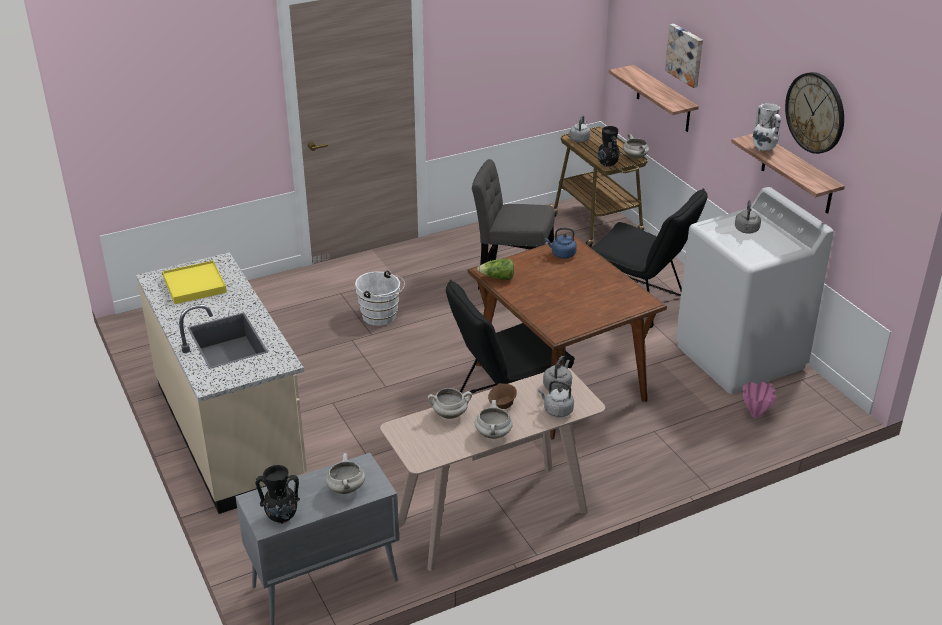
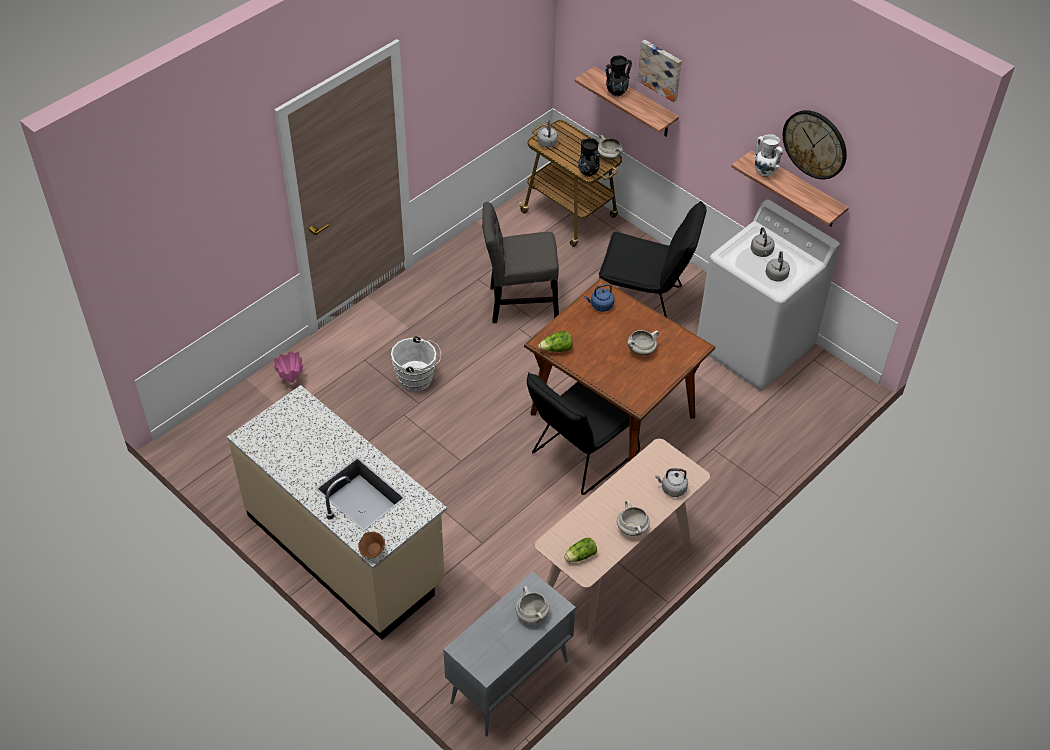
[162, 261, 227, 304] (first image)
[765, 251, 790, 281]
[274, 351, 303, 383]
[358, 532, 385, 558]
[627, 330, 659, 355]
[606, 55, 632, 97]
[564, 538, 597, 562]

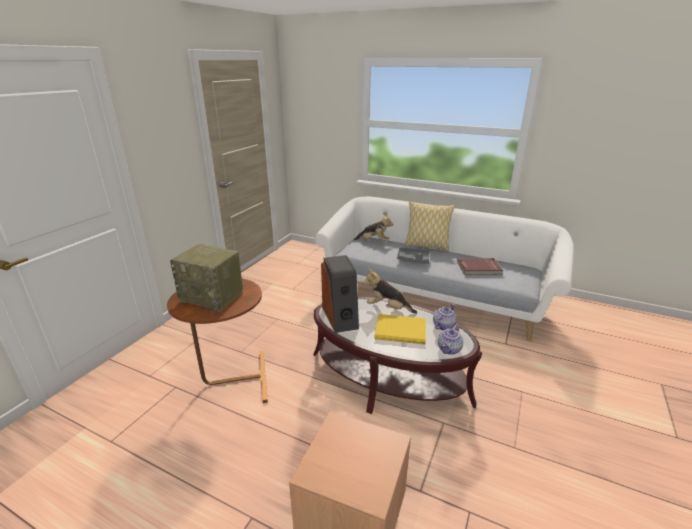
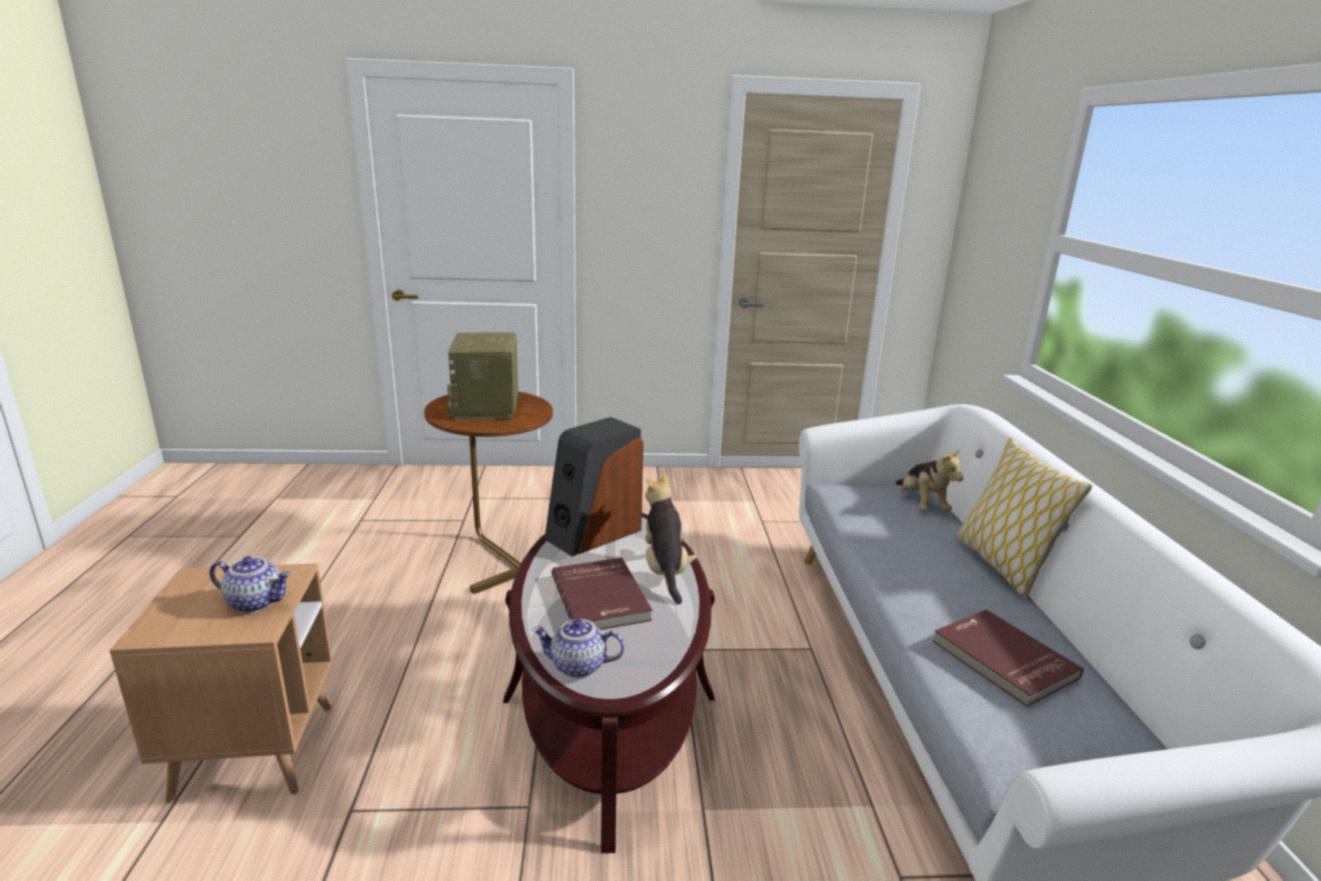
[397, 248, 430, 264] (first image)
[210, 556, 291, 613]
[552, 558, 652, 630]

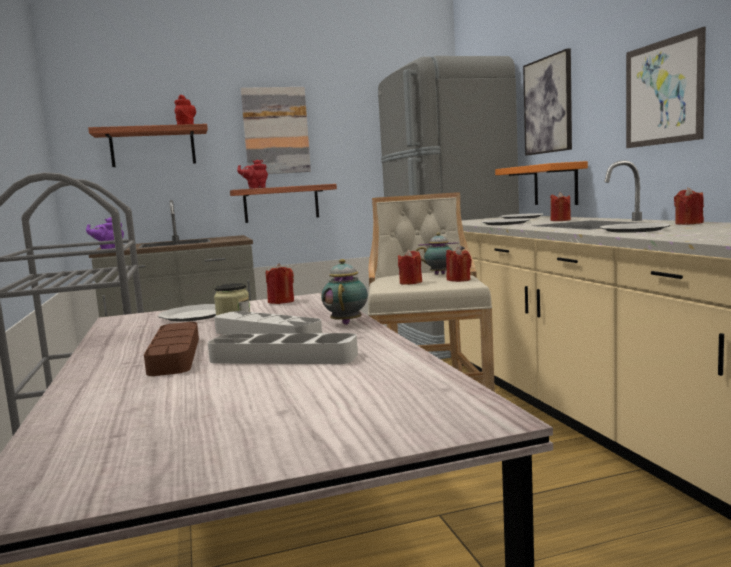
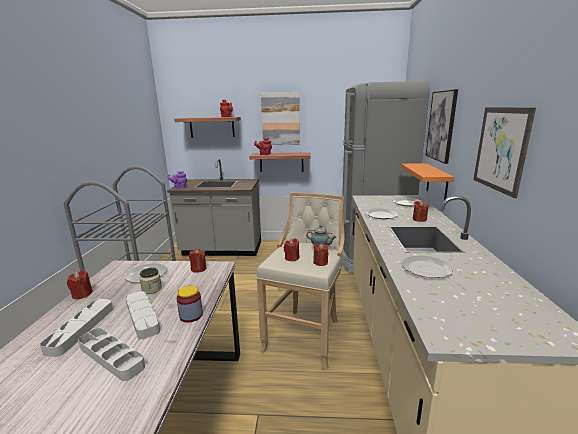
[67, 270, 93, 299]
[177, 286, 203, 323]
[40, 299, 113, 357]

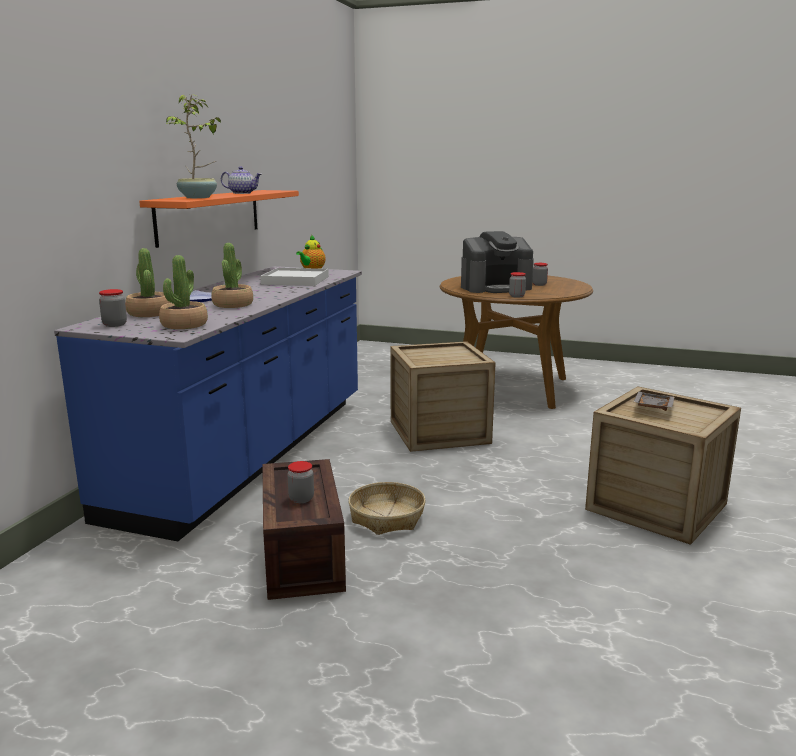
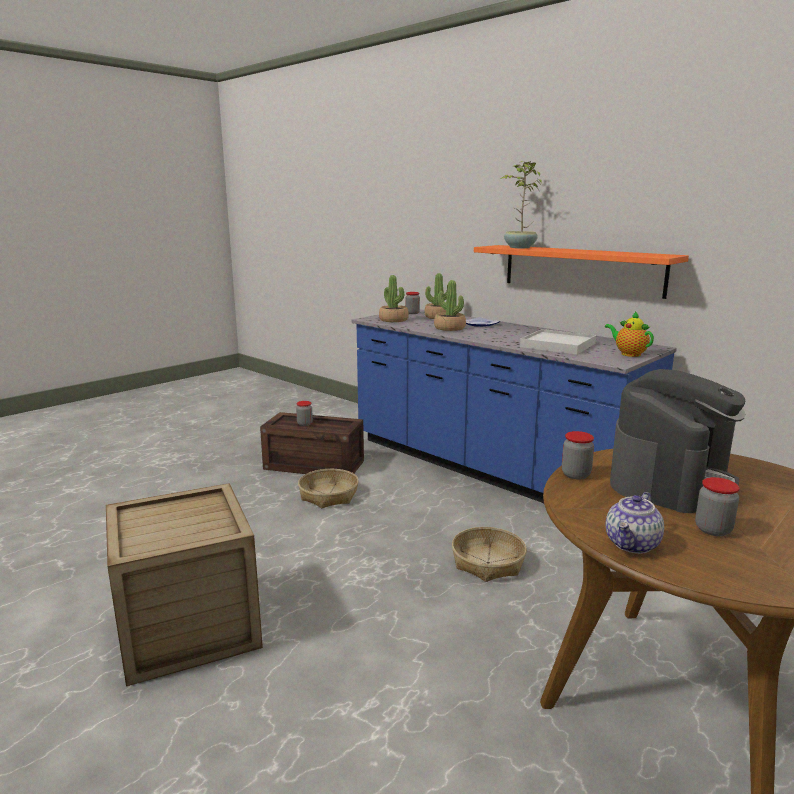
[606, 492, 664, 554]
[610, 369, 746, 513]
[452, 527, 527, 582]
[634, 392, 674, 411] (first image)

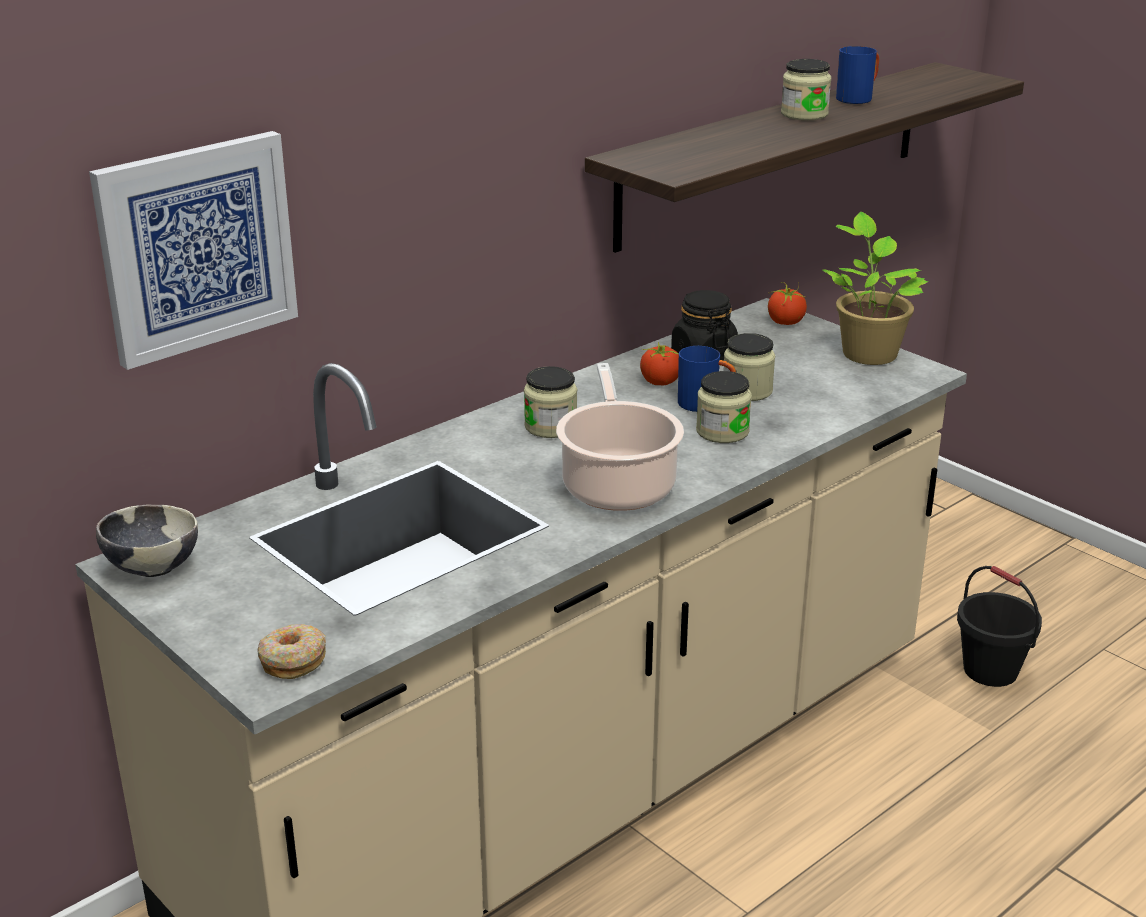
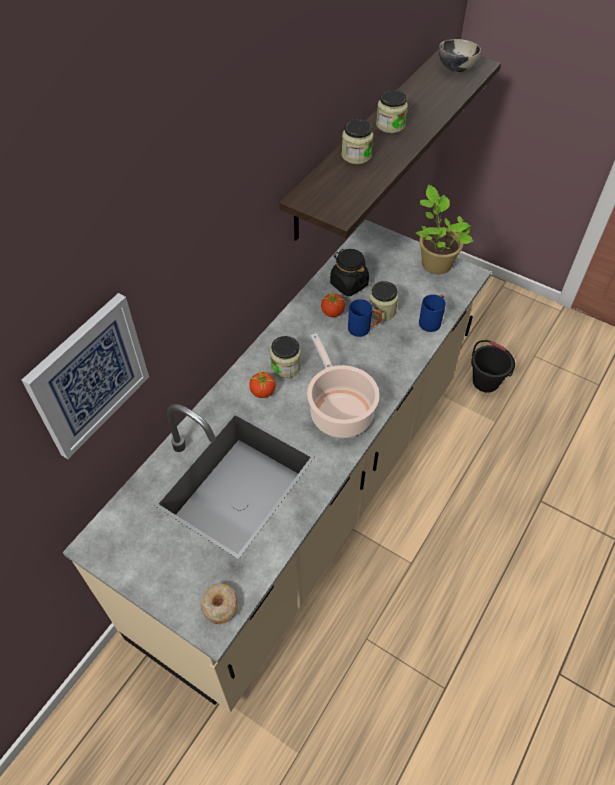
[419, 294, 446, 332]
[248, 366, 276, 398]
[342, 119, 373, 164]
[439, 39, 481, 72]

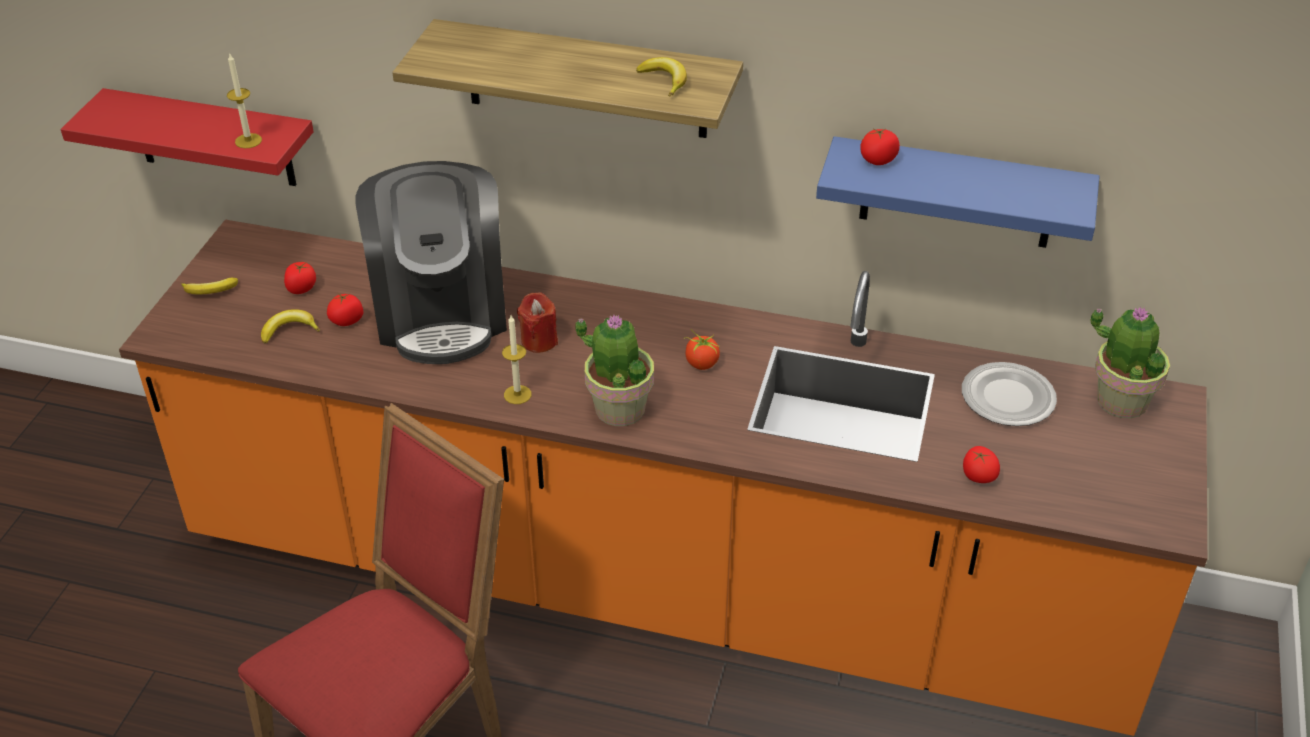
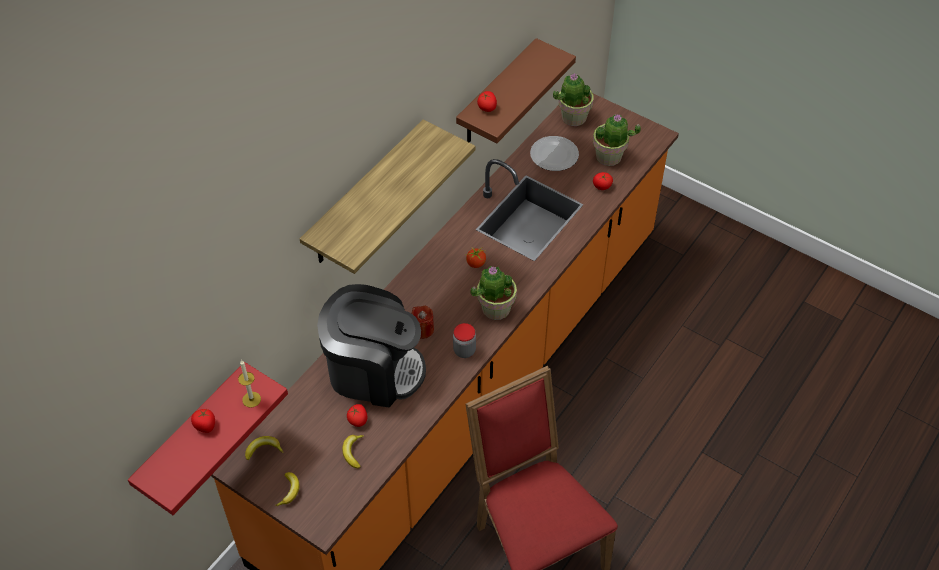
[245, 436, 284, 460]
[456, 38, 576, 143]
[191, 409, 215, 433]
[453, 323, 476, 358]
[593, 114, 641, 166]

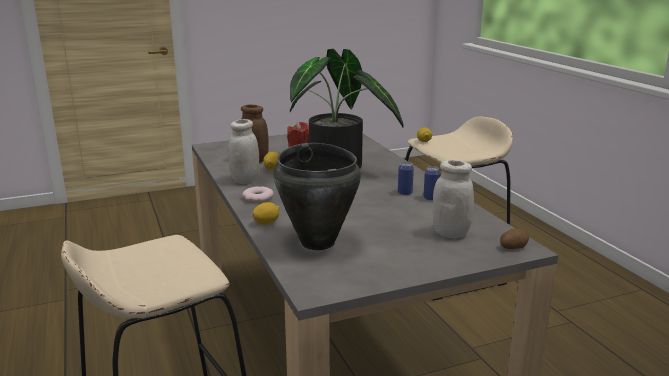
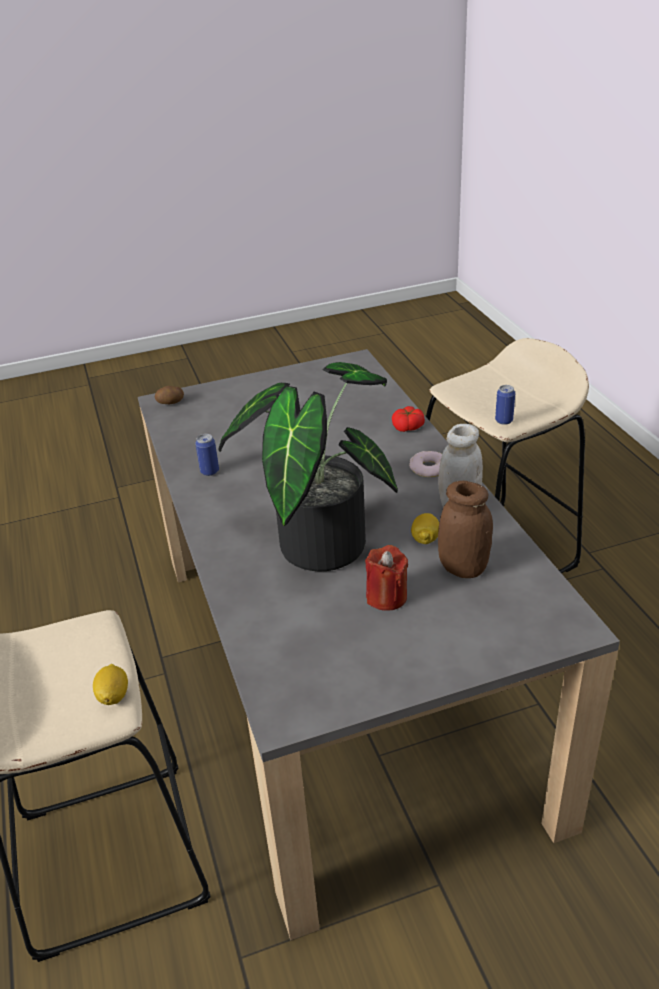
[273, 143, 361, 250] (first image)
[432, 160, 474, 238] (first image)
[495, 385, 515, 425]
[392, 406, 425, 432]

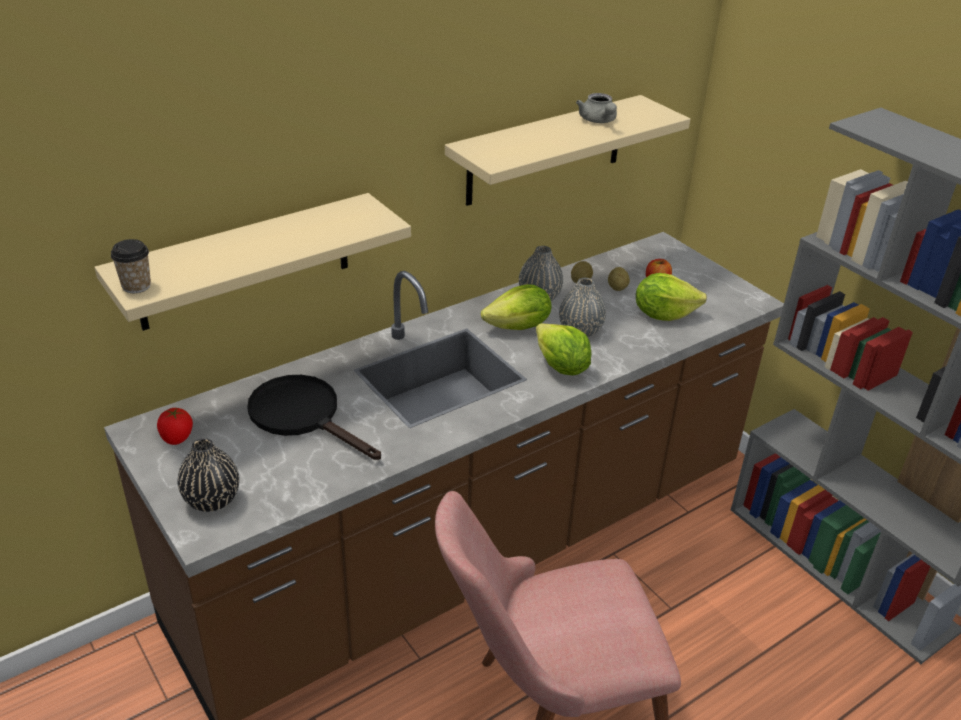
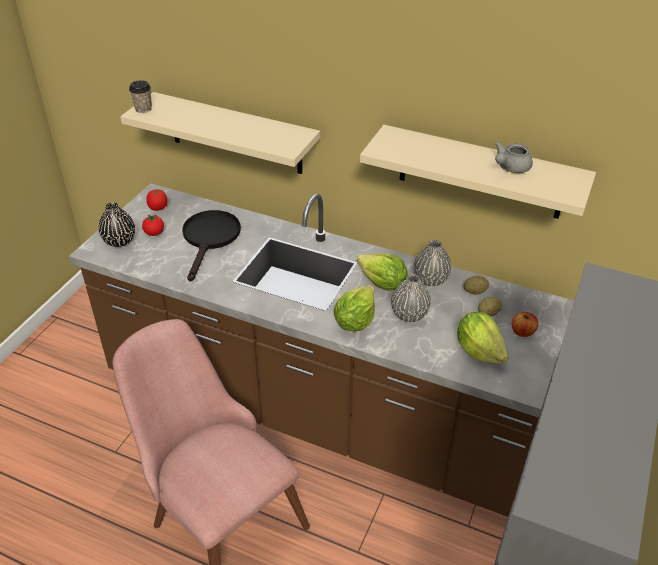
[142, 214, 164, 236]

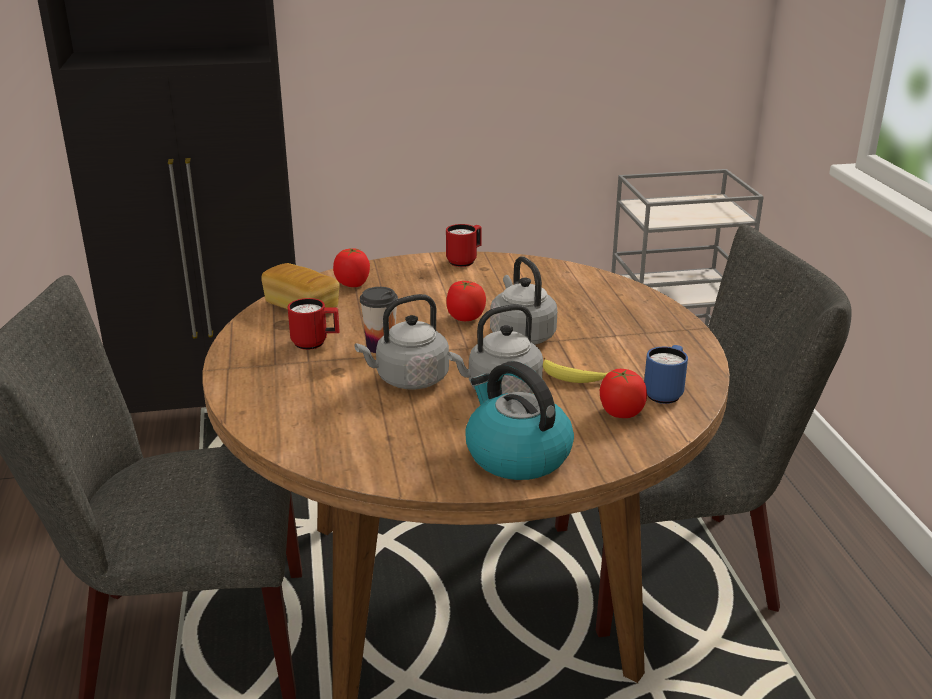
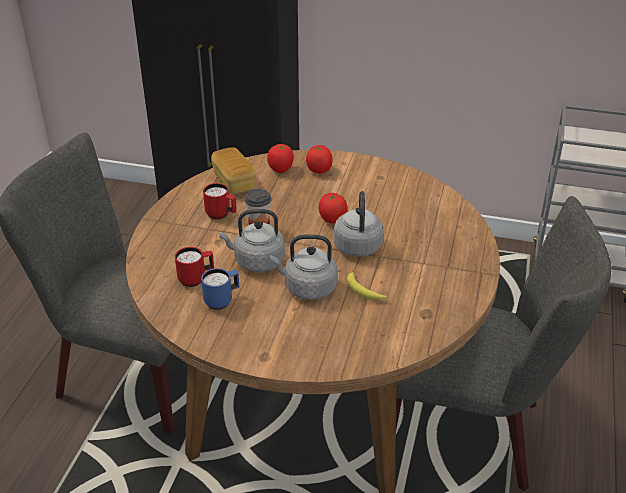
[175, 247, 214, 287]
[201, 268, 239, 310]
[465, 361, 574, 480] (first image)
[306, 145, 333, 174]

